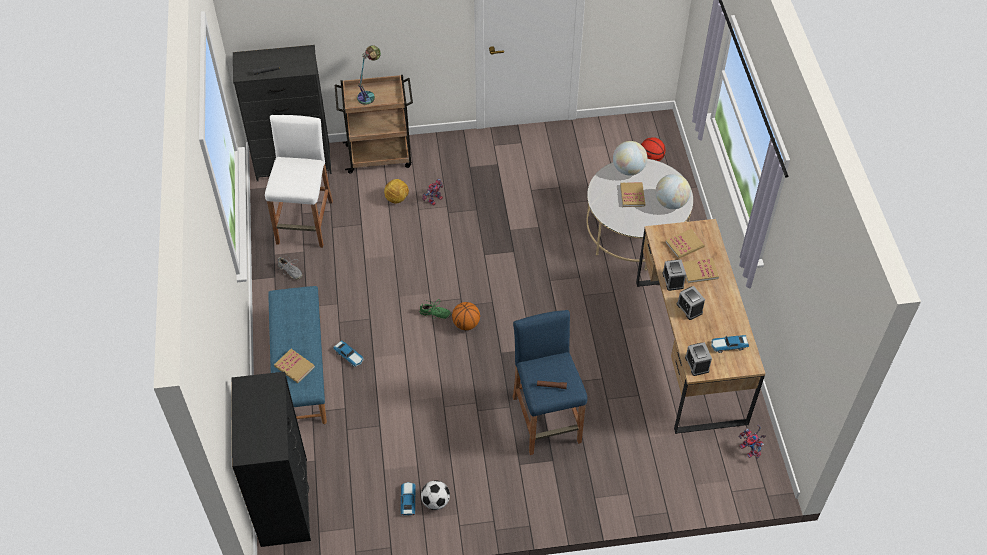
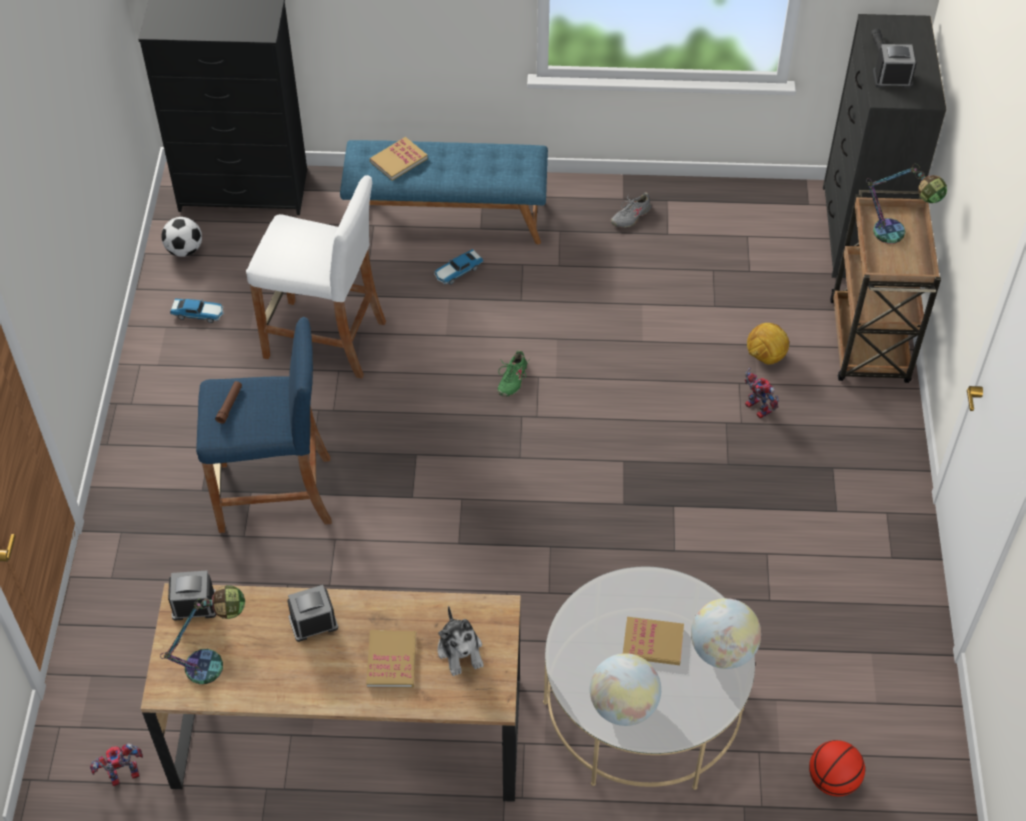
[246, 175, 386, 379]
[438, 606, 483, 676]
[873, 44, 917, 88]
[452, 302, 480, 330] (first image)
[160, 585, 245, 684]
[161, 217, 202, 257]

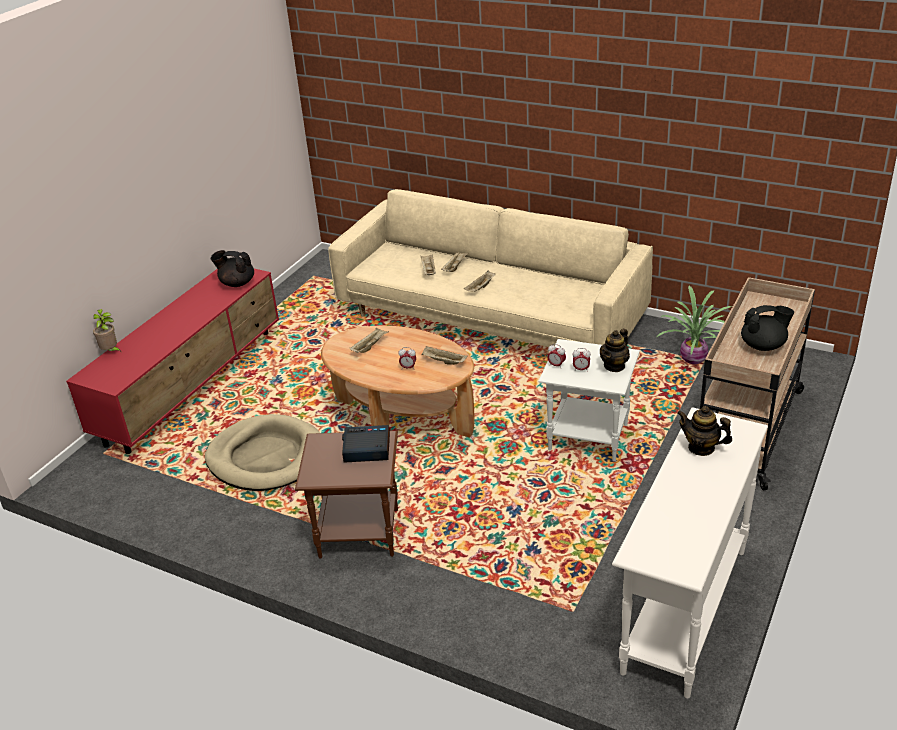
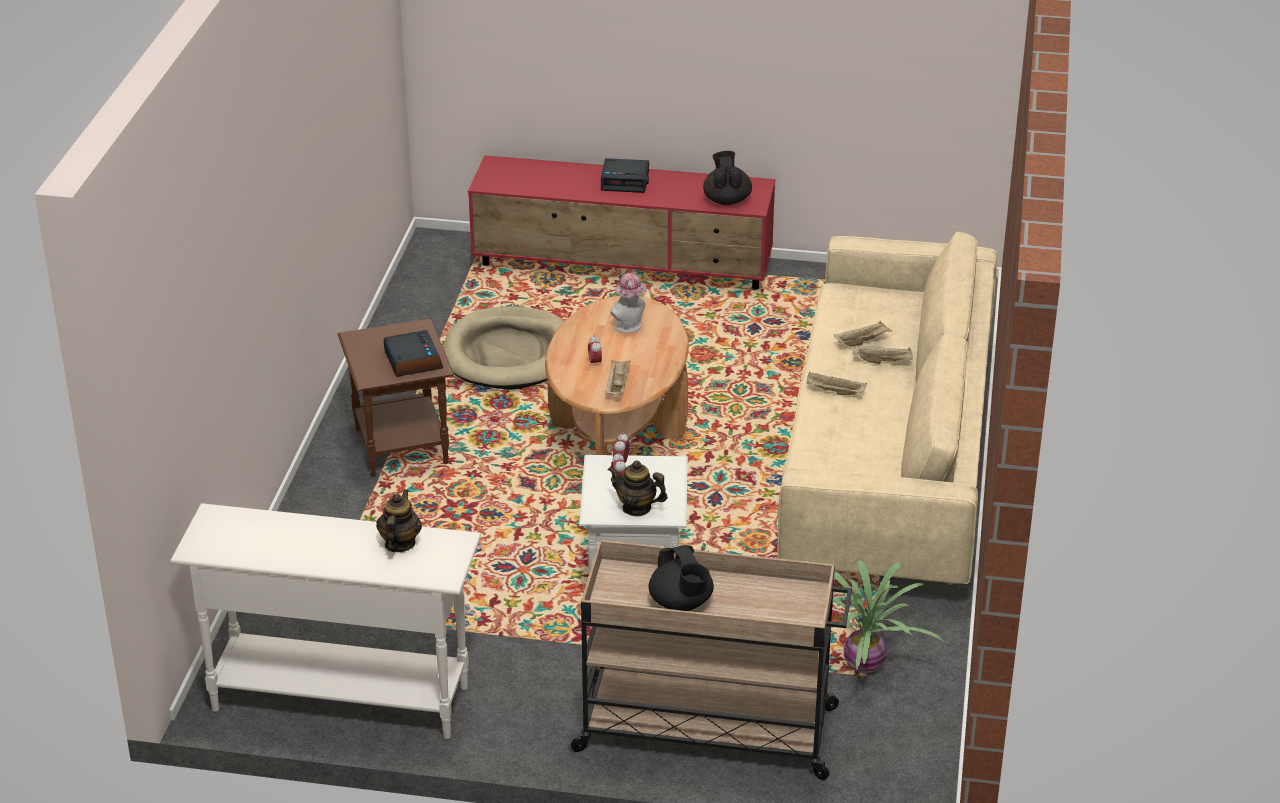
[93, 309, 122, 353] (first image)
[610, 273, 647, 333]
[601, 158, 649, 193]

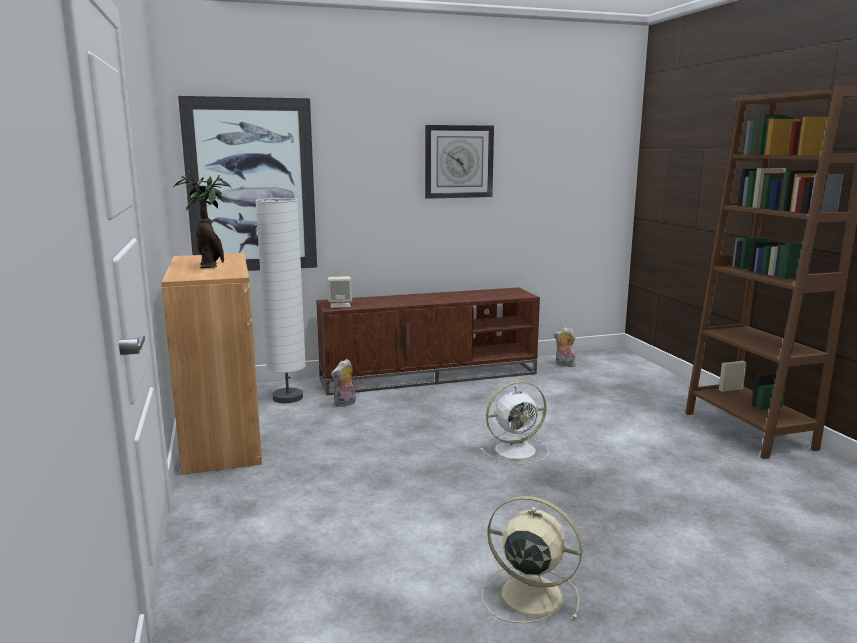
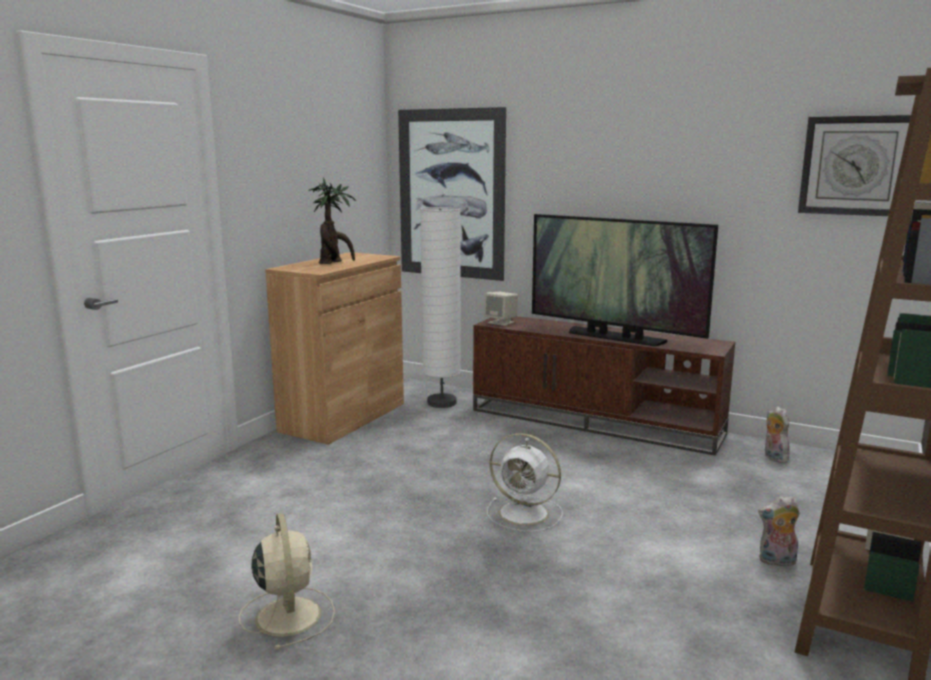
[798, 115, 911, 216]
[758, 496, 800, 566]
[532, 214, 718, 346]

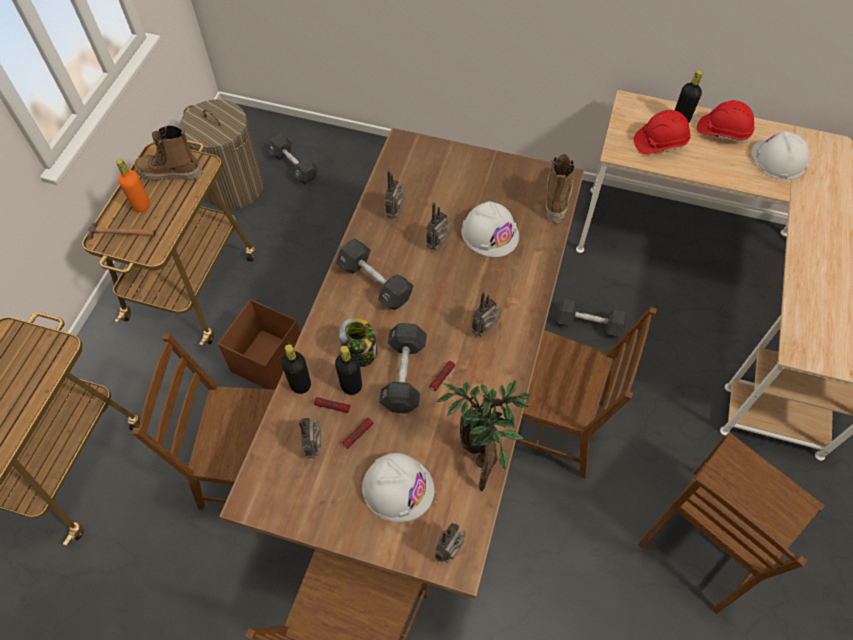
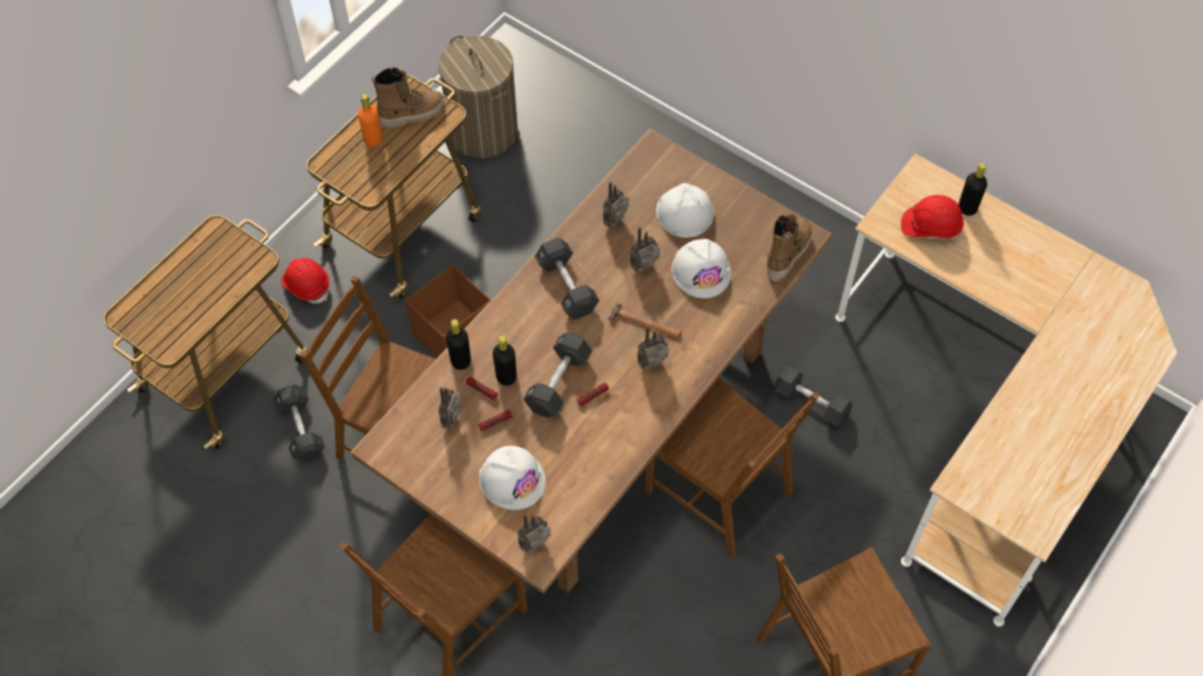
[281, 258, 330, 304]
[372, 67, 444, 129]
[656, 183, 714, 238]
[274, 385, 325, 462]
[608, 303, 681, 338]
[339, 318, 377, 367] (first image)
[437, 380, 530, 491] (first image)

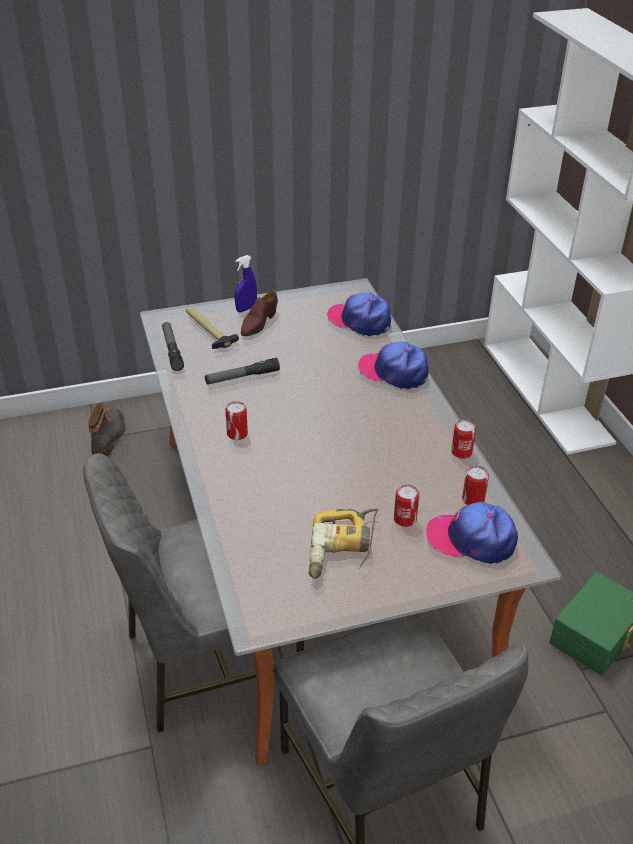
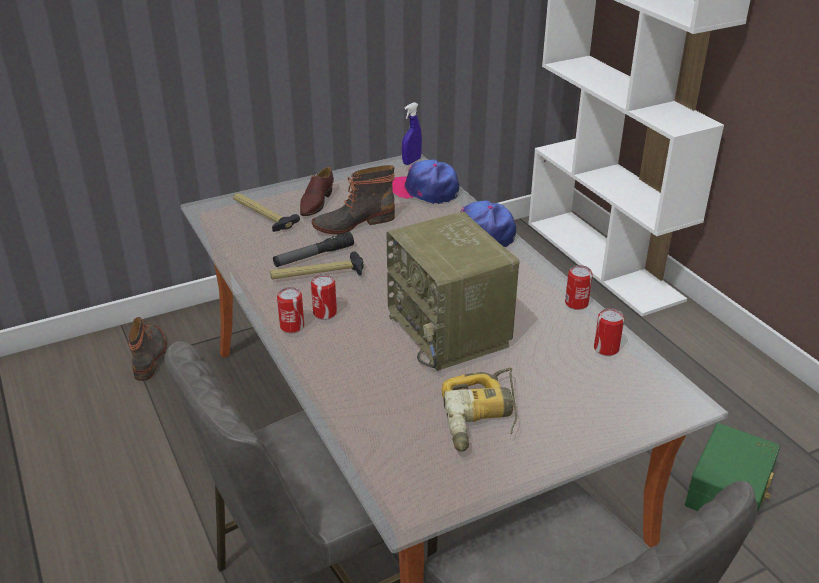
[402, 102, 422, 165]
[162, 322, 184, 371] (first image)
[277, 287, 304, 333]
[426, 501, 518, 564] (first image)
[312, 165, 395, 234]
[387, 212, 520, 371]
[270, 252, 364, 279]

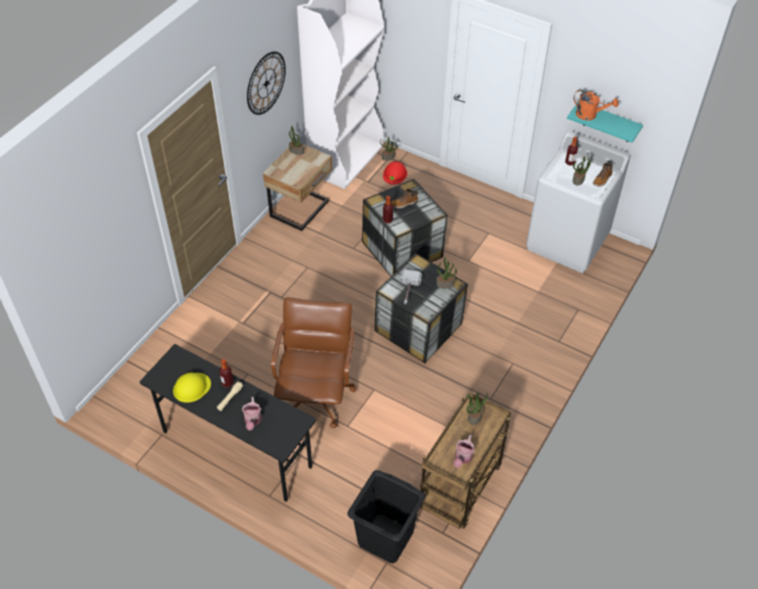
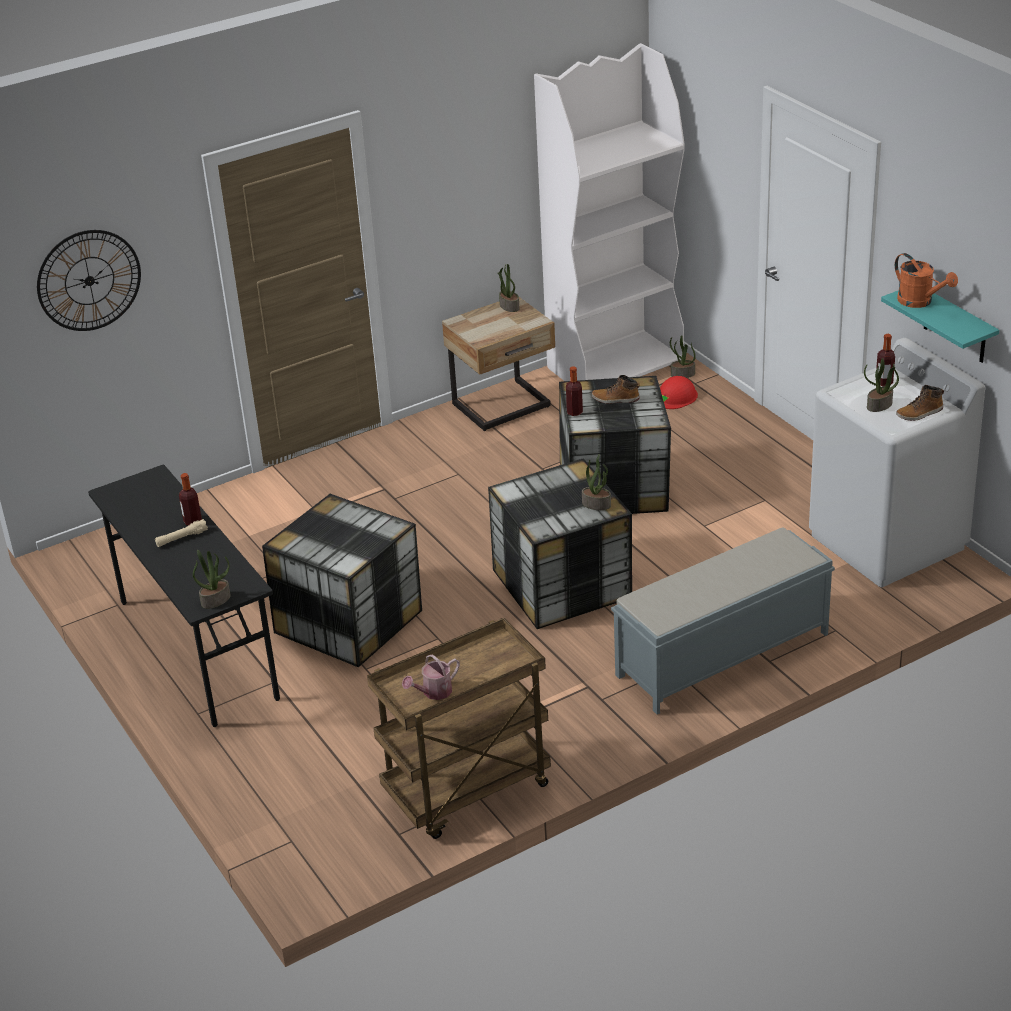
[37, 230, 141, 331]
[400, 269, 422, 304] (first image)
[262, 494, 422, 667]
[173, 373, 211, 403] (first image)
[193, 550, 231, 609]
[242, 397, 262, 430] (first image)
[347, 470, 425, 563] (first image)
[611, 528, 835, 715]

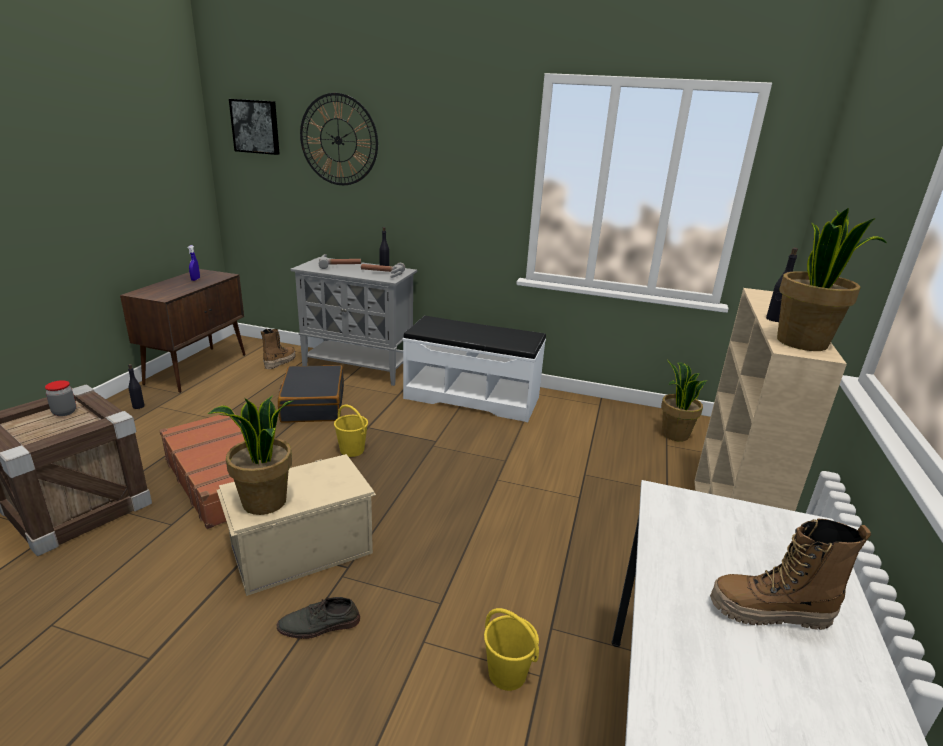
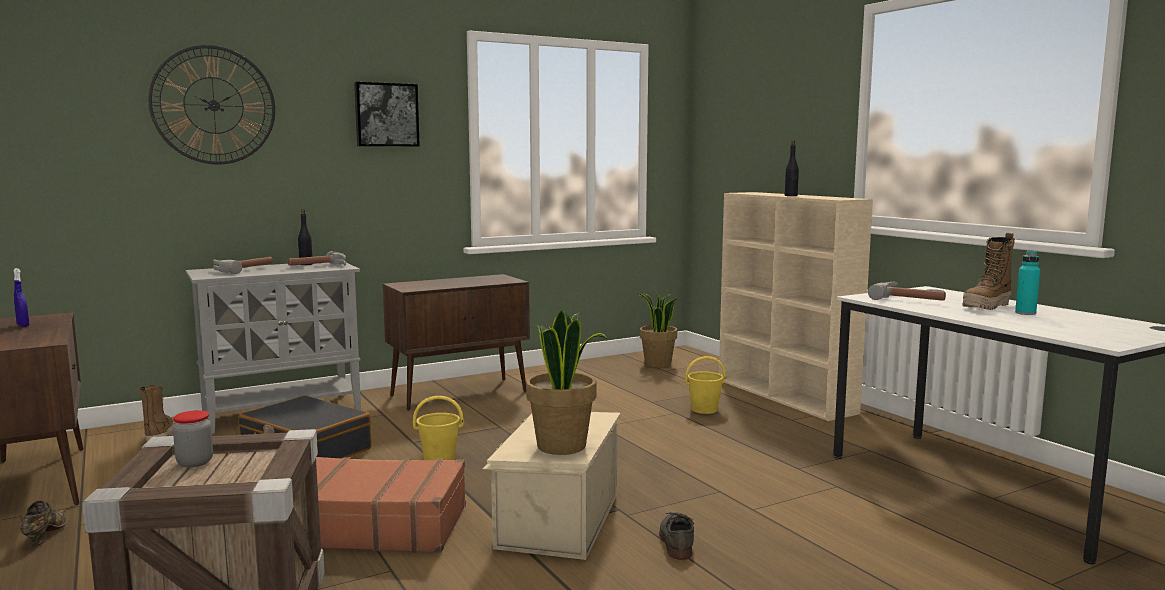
[354, 82, 420, 147]
[777, 208, 887, 351] (first image)
[383, 274, 530, 411]
[20, 500, 67, 545]
[659, 512, 694, 560]
[685, 356, 726, 414]
[1015, 251, 1040, 315]
[868, 282, 946, 301]

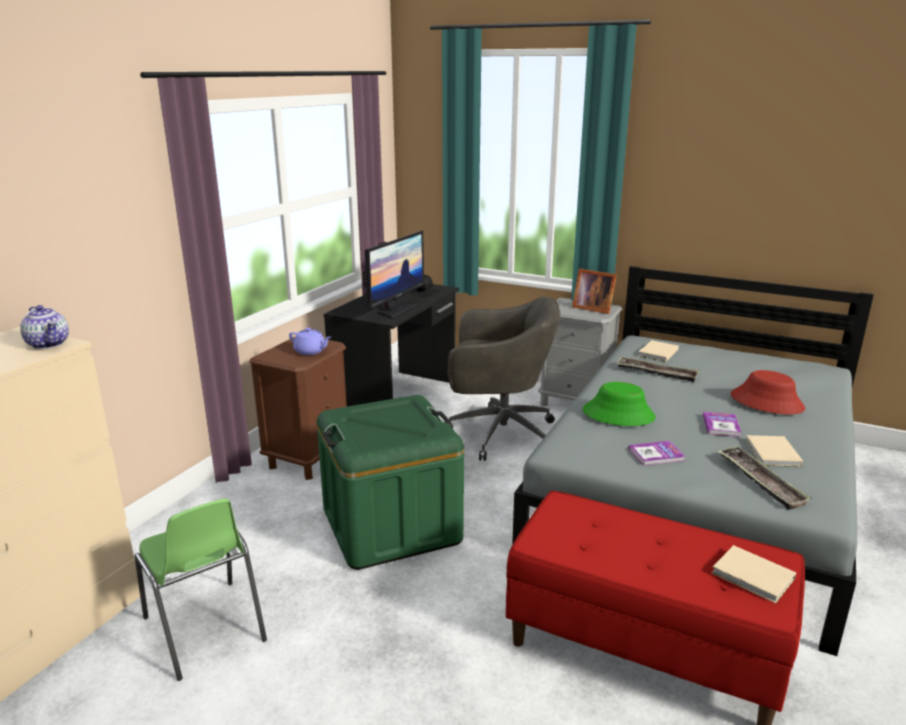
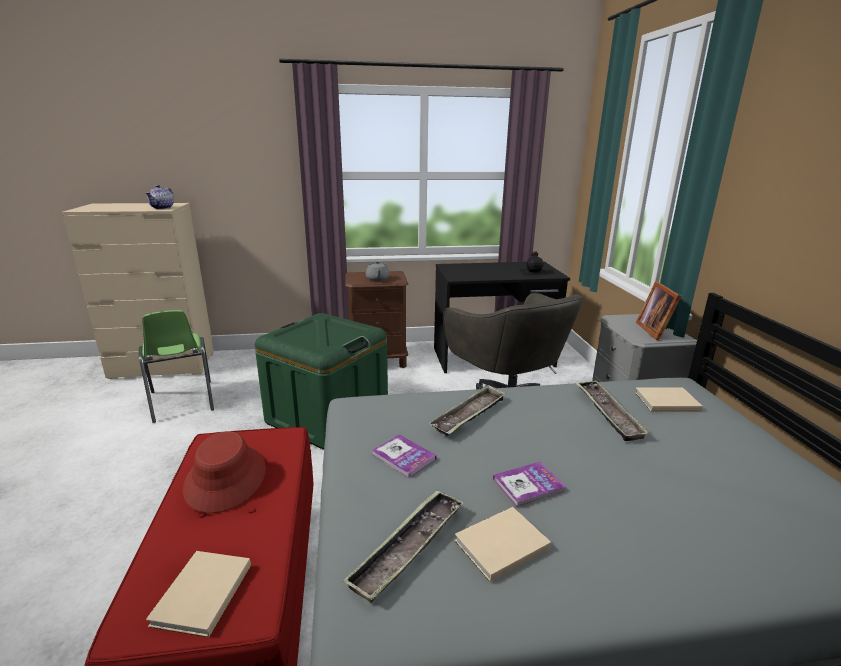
[363, 231, 424, 318] (first image)
[366, 261, 390, 281]
[183, 431, 266, 513]
[429, 385, 506, 436]
[139, 310, 214, 423]

